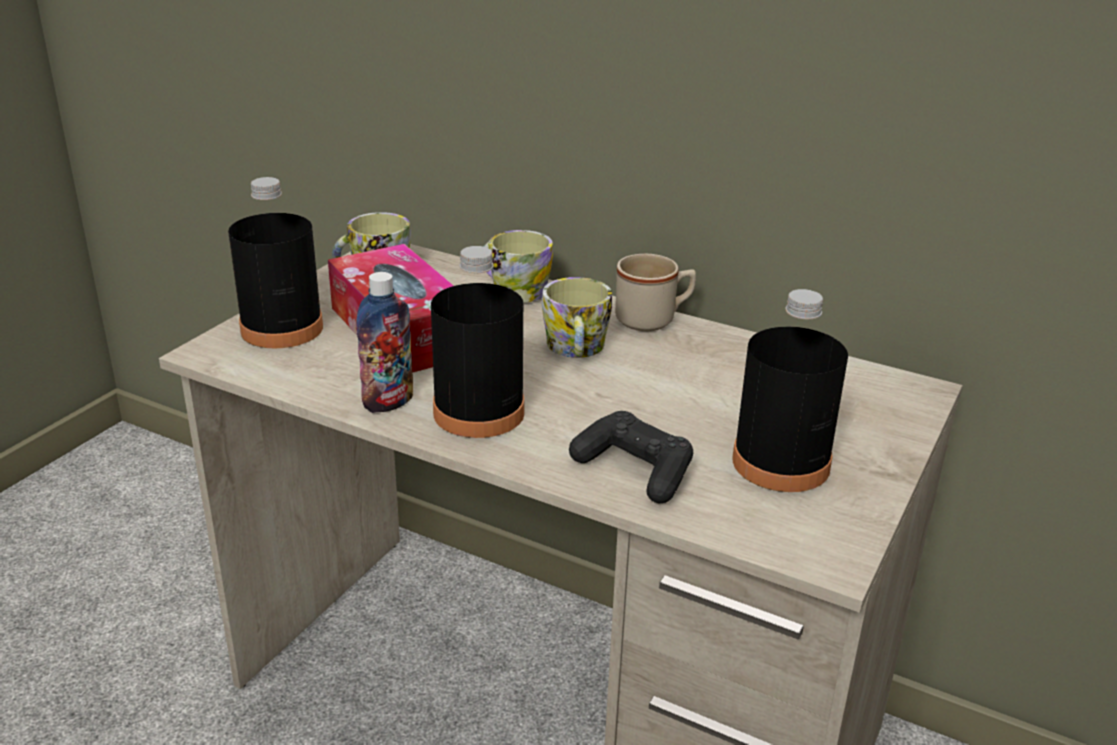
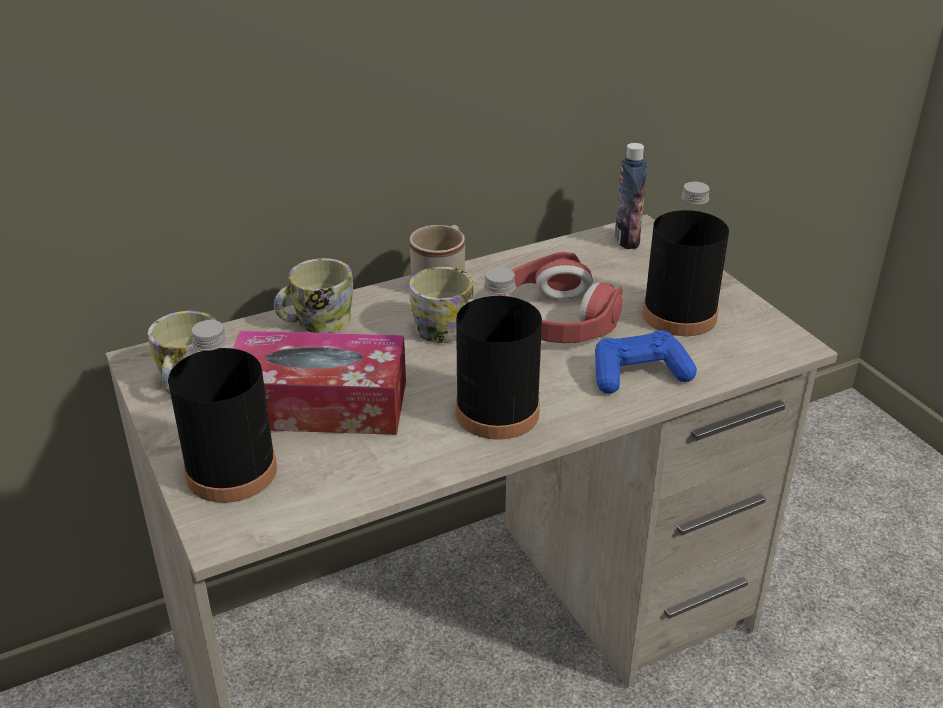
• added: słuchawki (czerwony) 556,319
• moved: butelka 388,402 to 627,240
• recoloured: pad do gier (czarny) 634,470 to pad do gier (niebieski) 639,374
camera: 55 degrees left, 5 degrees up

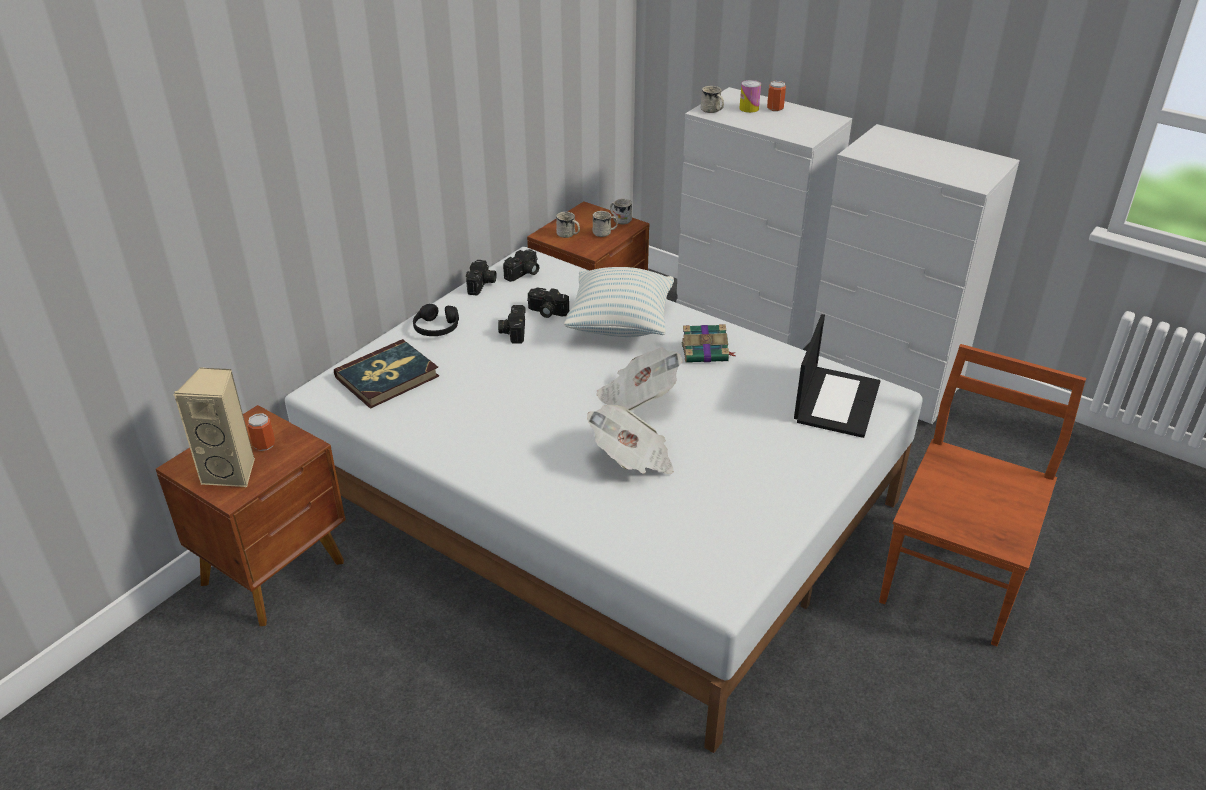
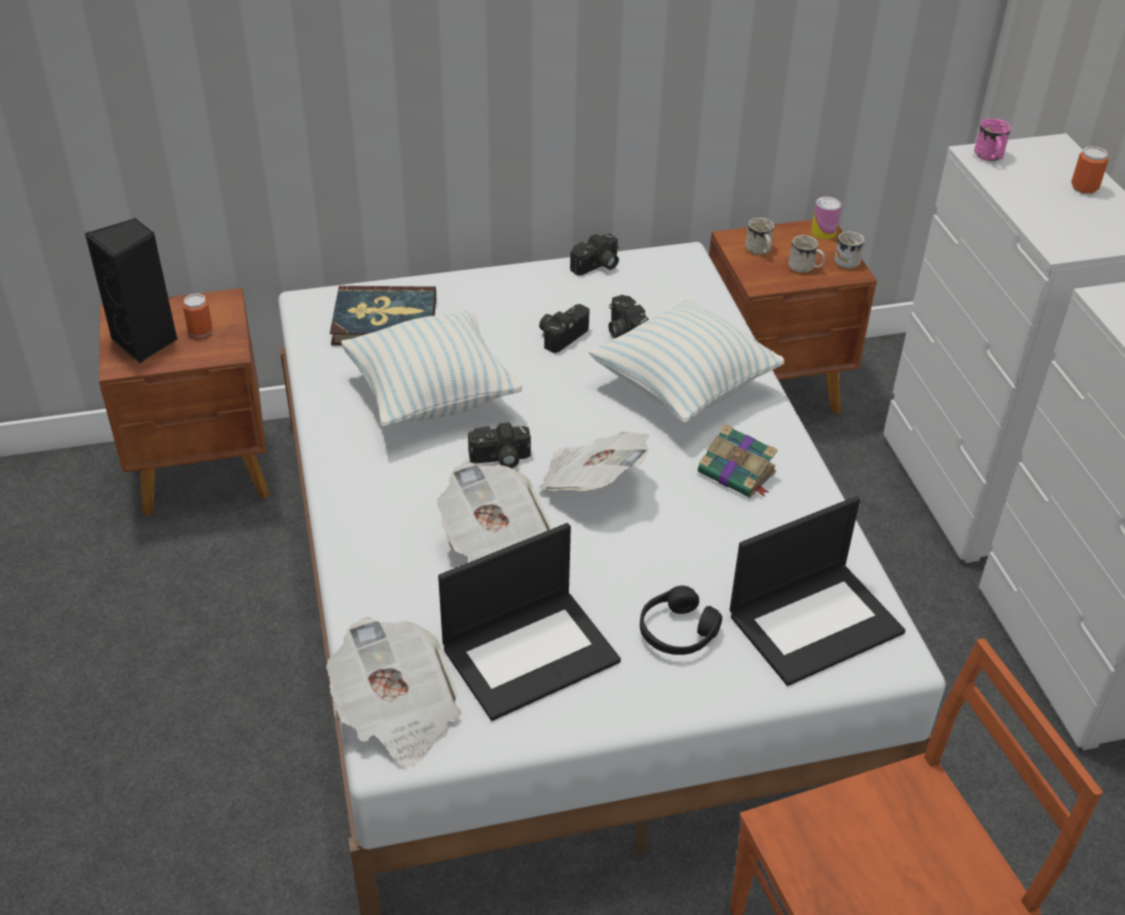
• added: gazeta 396,713
• added: poduszka 431,396
• added: laptop 531,652
• moved: słuchawki (czarny) 436,328 to 677,631
• moved: aparat fotograficzny 523,274 to 500,459
• moved: puszka 749,108 to 823,232
• recoloured: głośnik (beżowy) 232,472 to głośnik (czarny) 146,342
• recoloured: kubek (biały) 712,111 to kubek (różowy) 989,157
camera: 40 degrees right, 5 degrees up

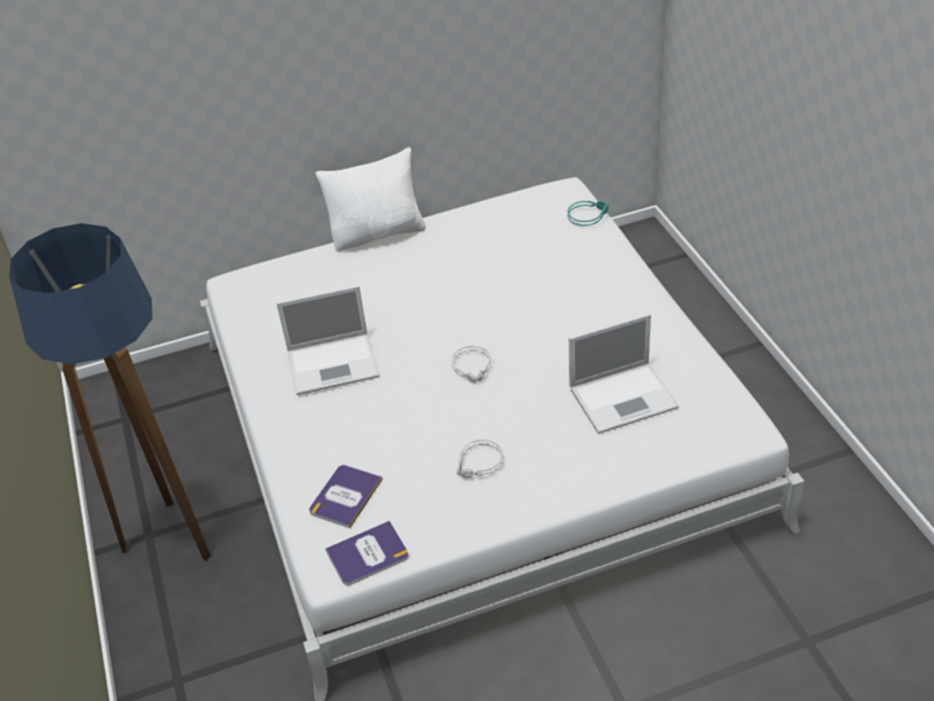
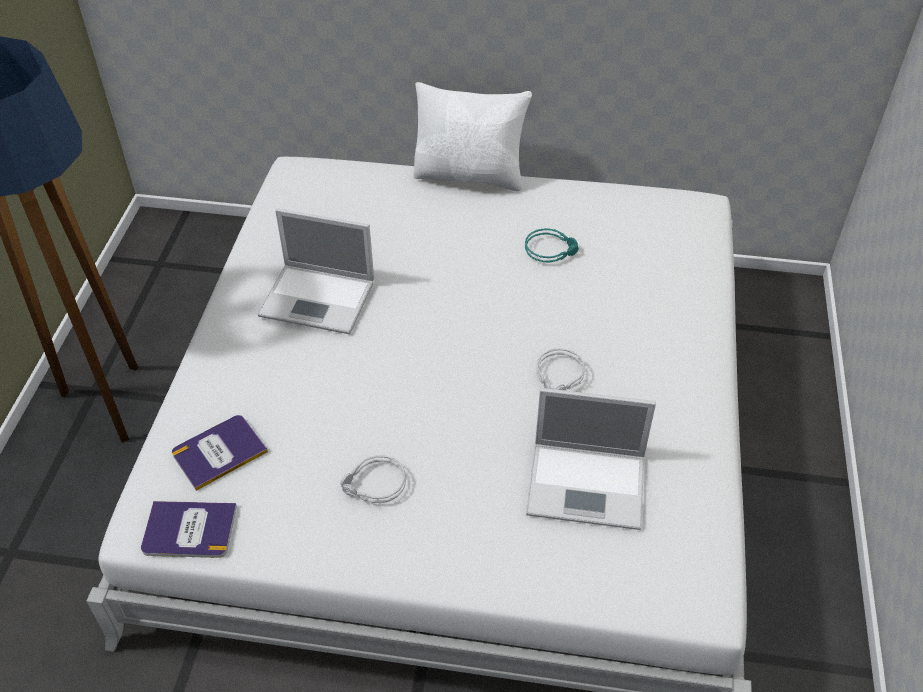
• moved: słuchawki (szary) 474,368 to 560,377
• moved: słuchawki (turkusowy) 587,215 to 551,249
camera: 25 degrees right, 5 degrees up

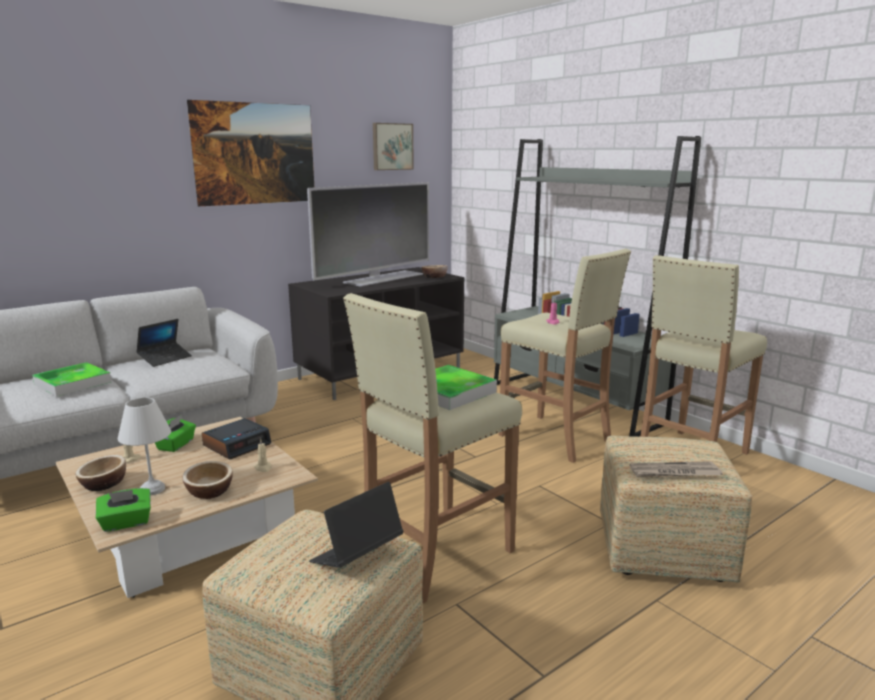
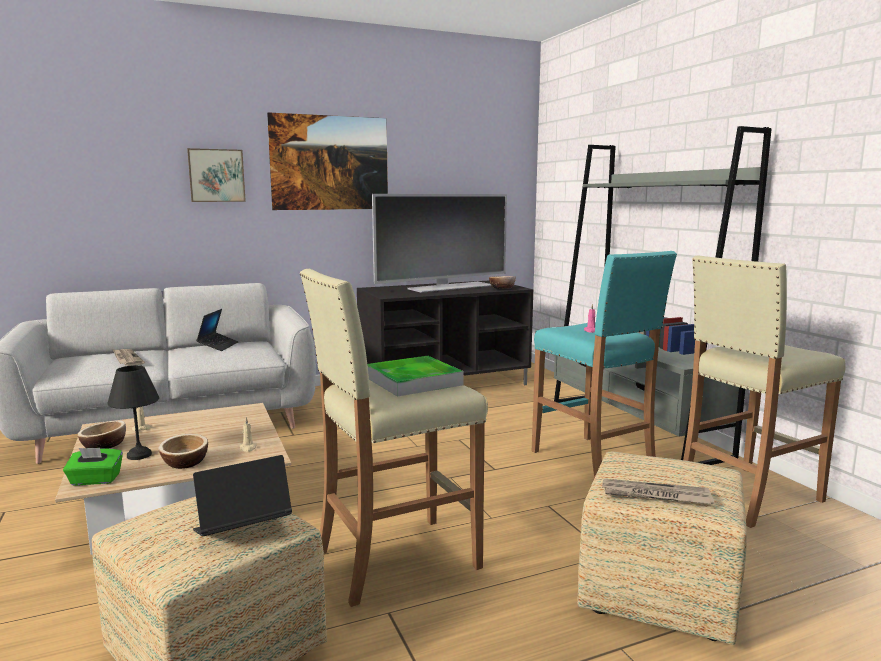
• removed: pudełko chusteczek (zielony) 176,445
• removed: budzik 237,445
• moved: obraz 392,146 to 216,175
• replaced: taca 73,383 to gazeta 126,359
• recoloured: lampa stołowa (biały) 152,490 to lampa stołowa (czarny) 139,455
• recoloured: stołek (beżowy) 555,438 to stołek (turkusowy) 593,461
• turned: laptop 165,359 = 218,346 45 degrees counterclockwise
camera: 15 degrees right, 5 degrees down

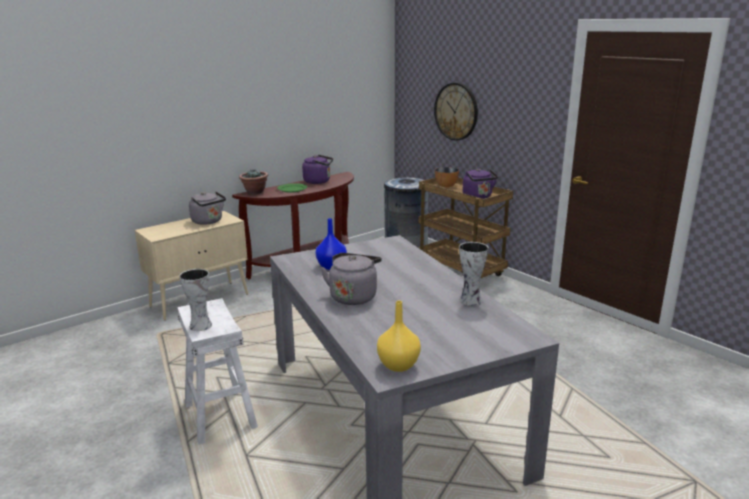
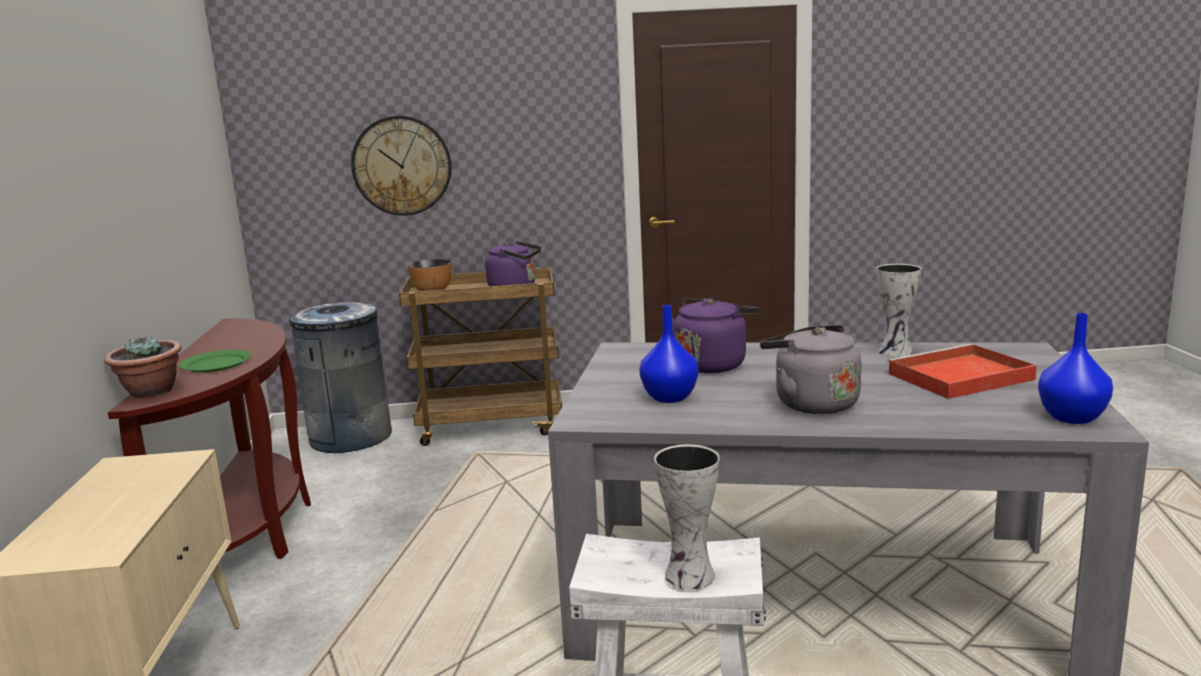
• removed: czajnik (szary) 208,221
• added: taca (czerwony) 958,377
• moved: czajnik (fioletowy) 319,181 to 712,364
• recoloured: wazon (żółty) 398,365 to wazon (niebieski) 1070,417
camera: 55 degrees left, 5 degrees down

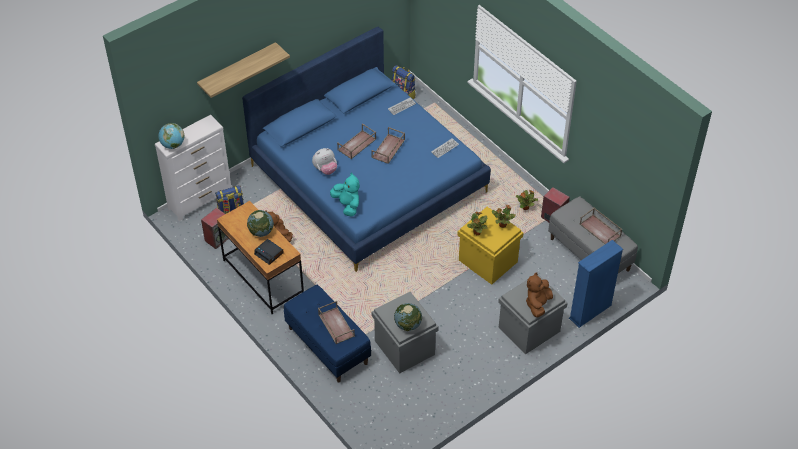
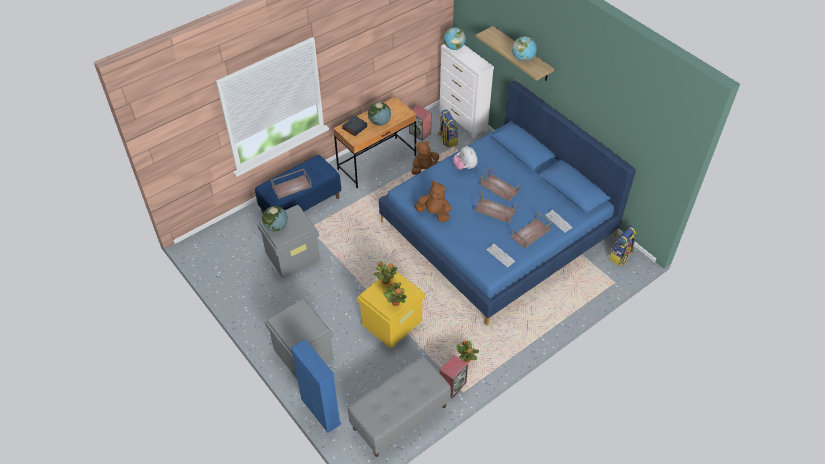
• removed: pluszak (turkusowy) 347,205
• added: globus 523,59
• moved: pluszak (brązowy) 537,304 to 434,213
• moved: taca (brązowy) 600,230 to 530,233
camera: 90 degrees right, 0 degrees up

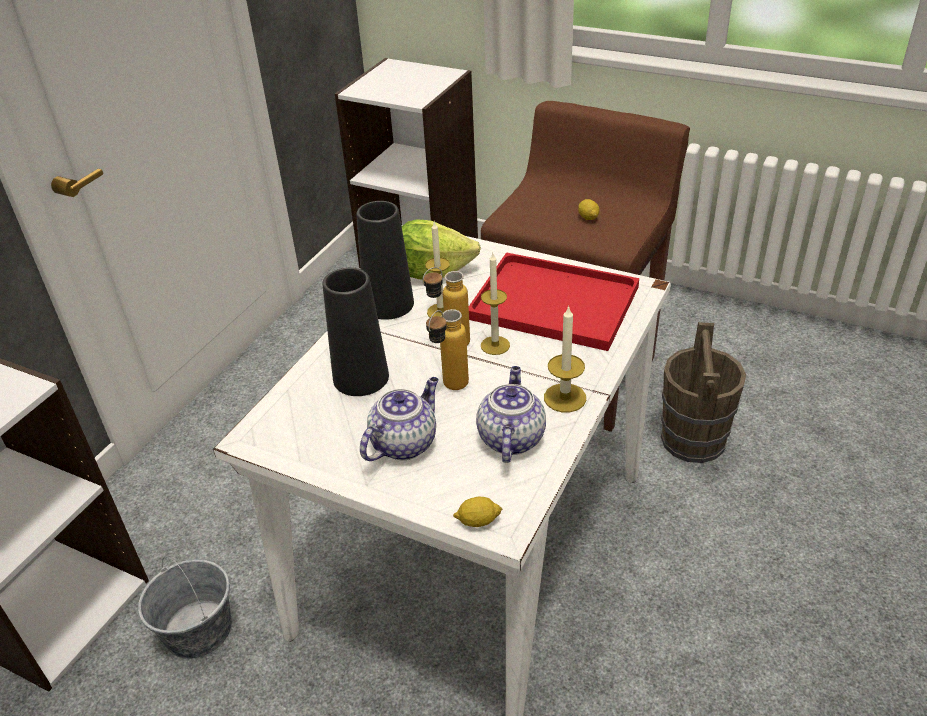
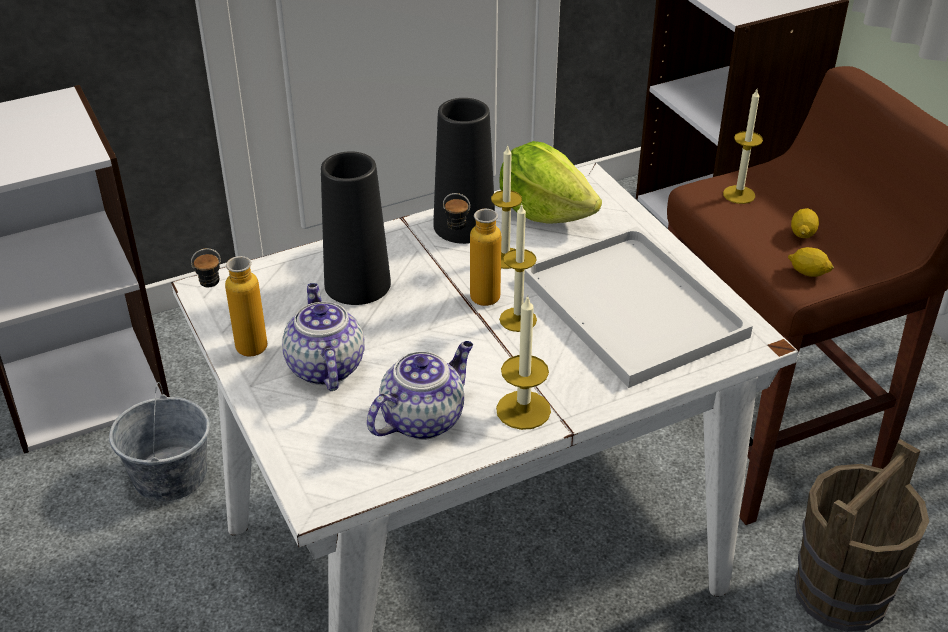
• added: świeca 739,194
• moved: butelka 449,389 to 238,350
• moved: cytryna 478,521 to 808,272
• recoloured: taca (czerwony) 557,302 to taca (biały) 636,308
• turned: imbryk 404,443 = 324,366 90 degrees counterclockwise
camera: 35 degrees right, 0 degrees up

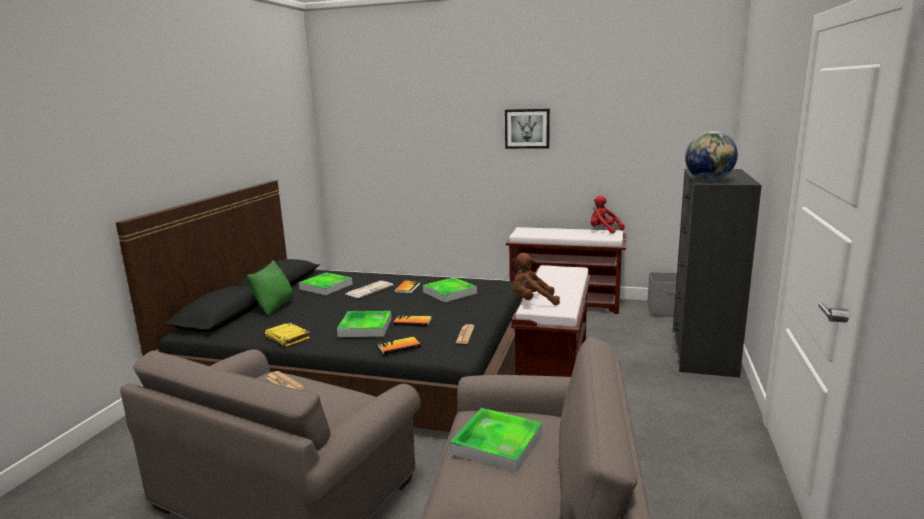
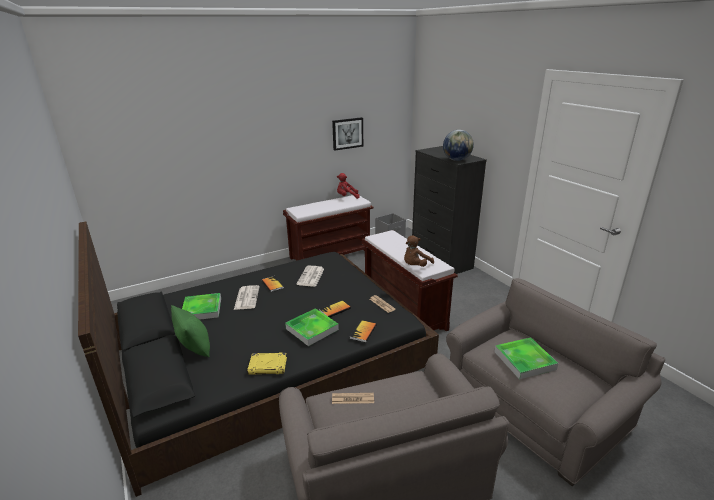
• moved: obraz 527,128 to 347,133
• replaced: taca 449,292 to gazeta 311,277
camera: 45 degrees left, 10 degrees up

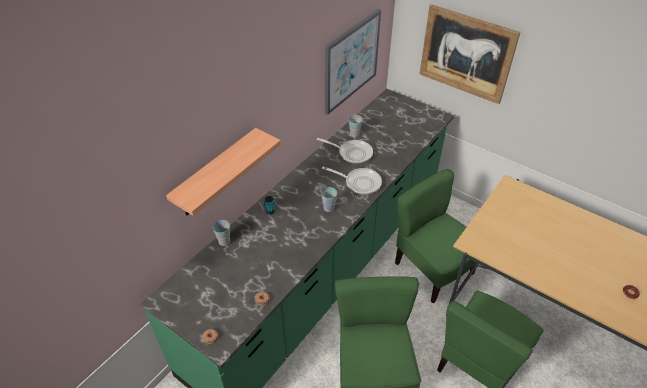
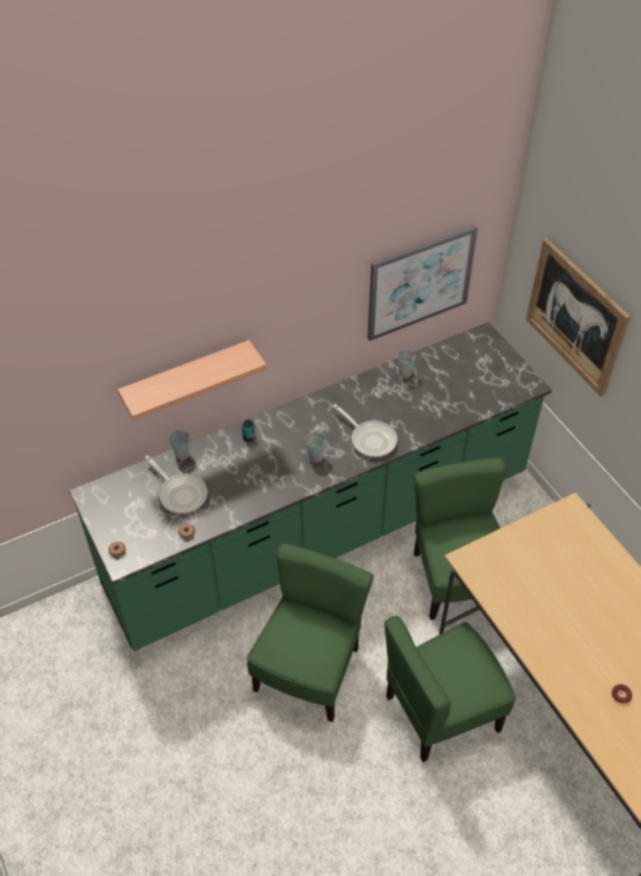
• moved: patelnia 352,153 to 180,493
camera: 25 degrees right, 5 degrees up

